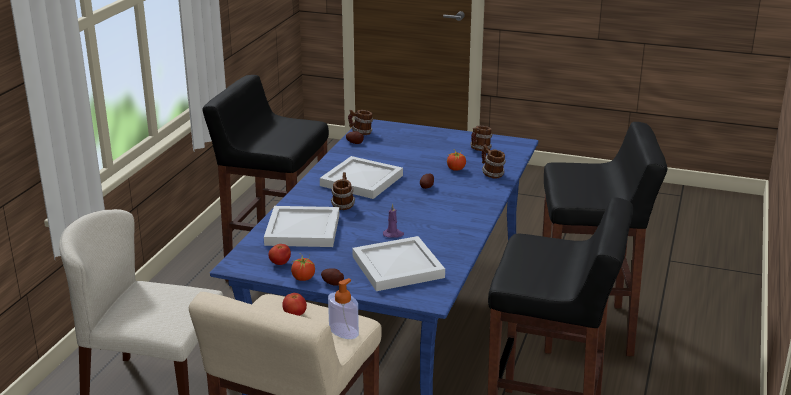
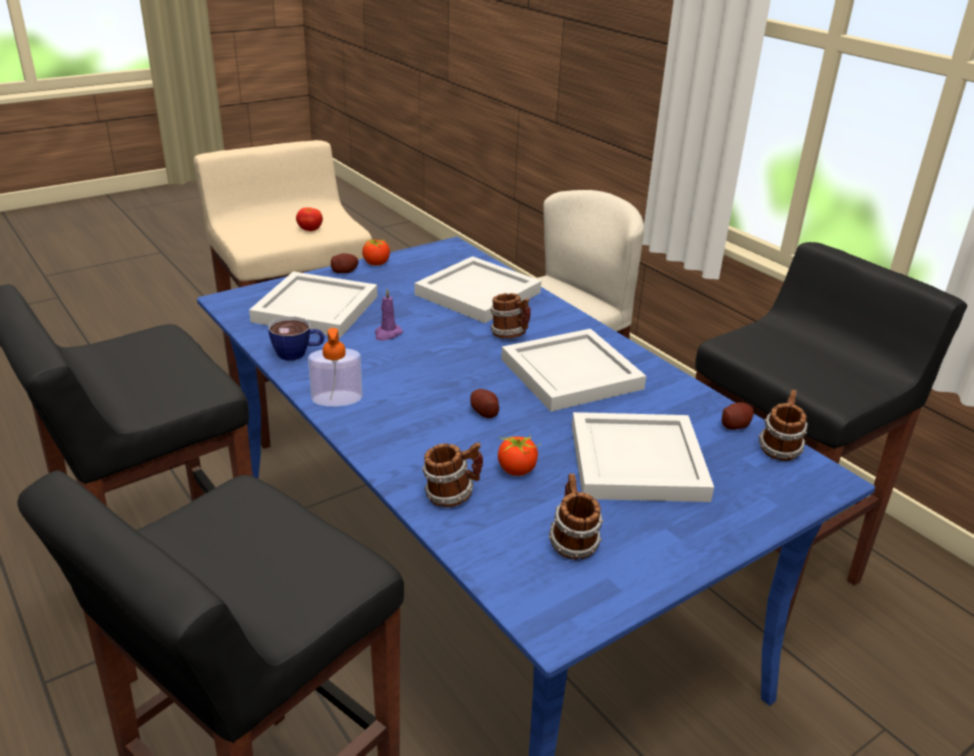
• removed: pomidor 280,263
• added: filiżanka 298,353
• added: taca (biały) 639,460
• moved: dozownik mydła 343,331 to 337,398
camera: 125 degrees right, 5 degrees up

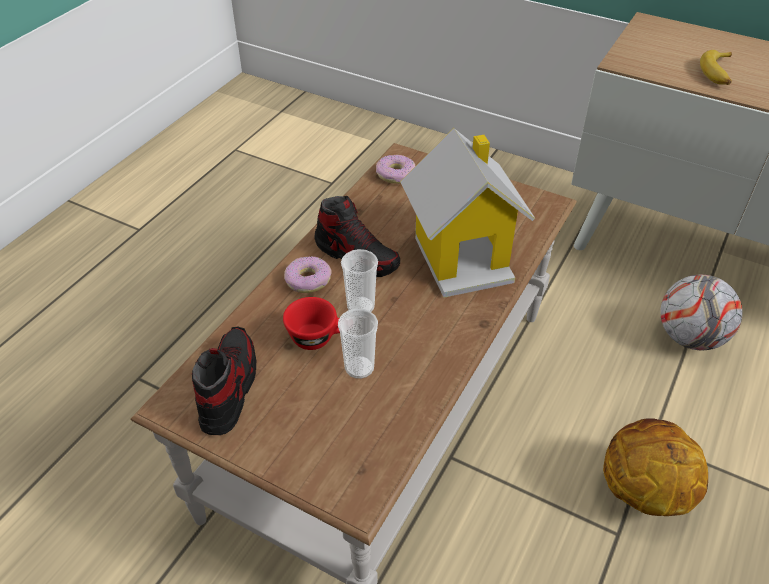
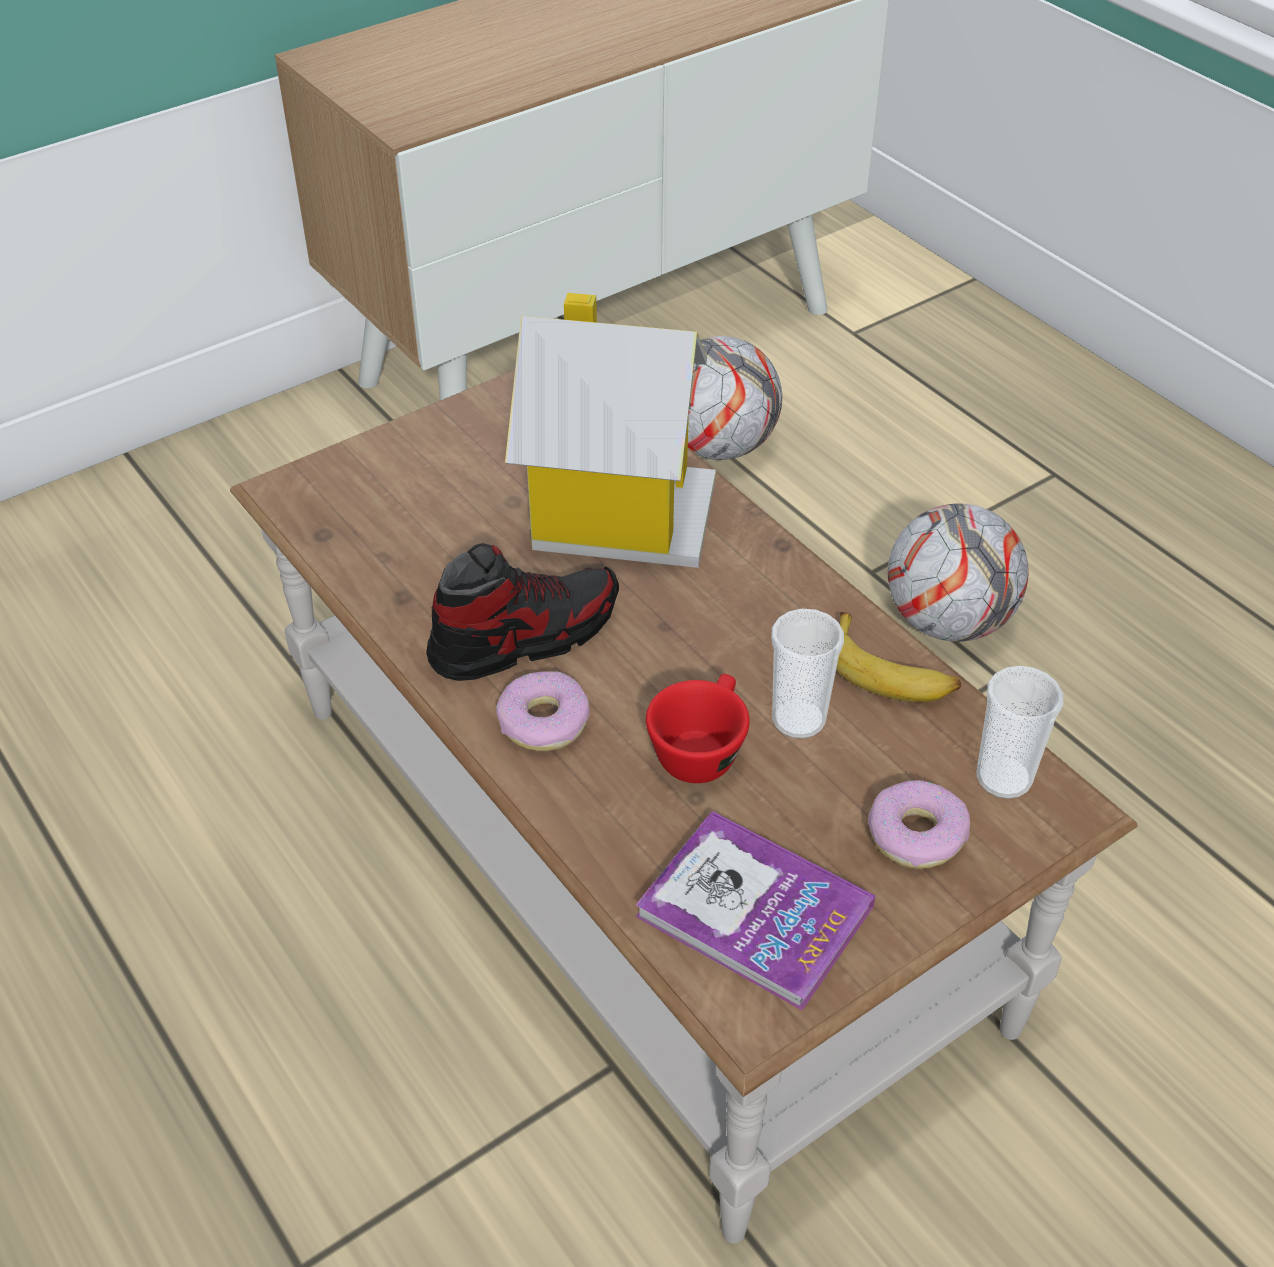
• moved: filiżanka 360,307 to 1003,778
• moved: donut 396,174 to 915,834
• moved: banan 718,73 to 890,672
• replaced: but 228,388 to książka 754,911
• replaced: piłka do koszykówki 642,492 to piłka futbolowa 947,622
camera: 65 degrees left, 0 degrees up

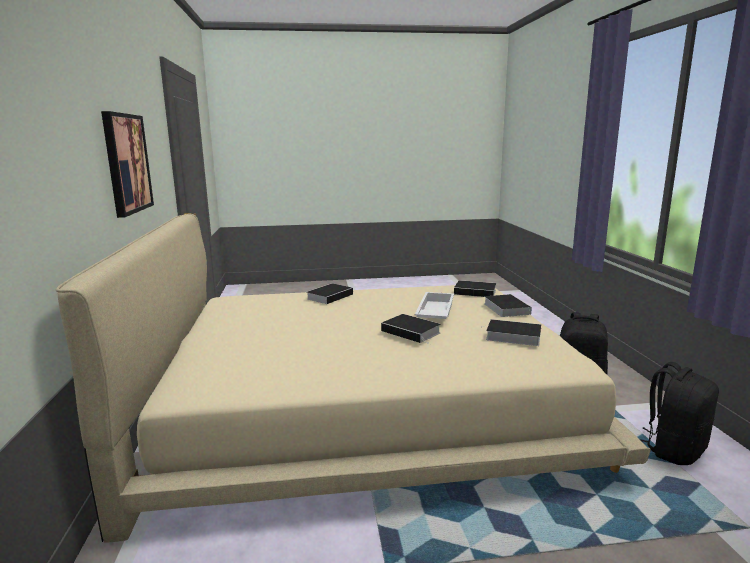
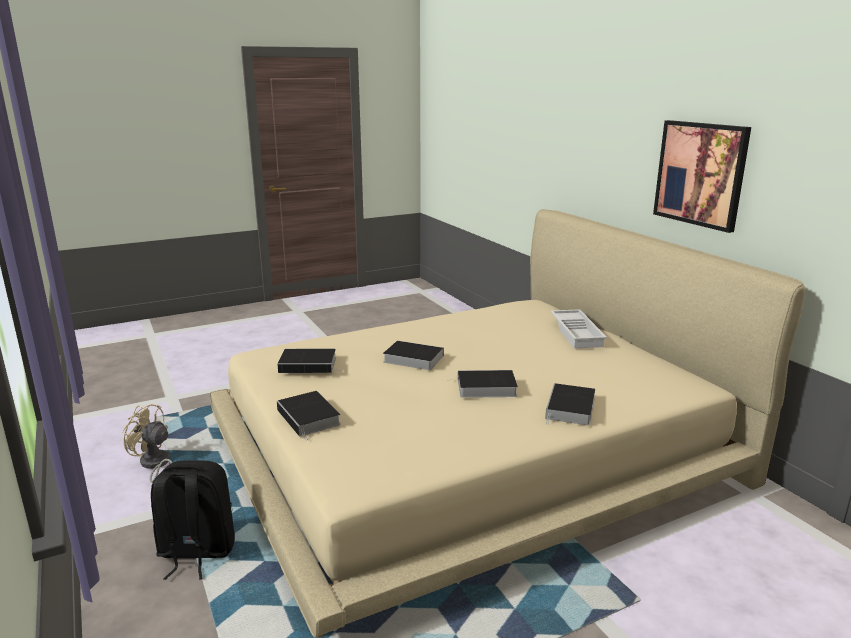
• moved: taca (biały) 434,312 to 577,333
• moved: książka 476,292 to 484,388
• replaced: plecak (czarny) 673,449 to wentylator (beżowy) 155,465
camera: 160 degrees right, 5 degrees up

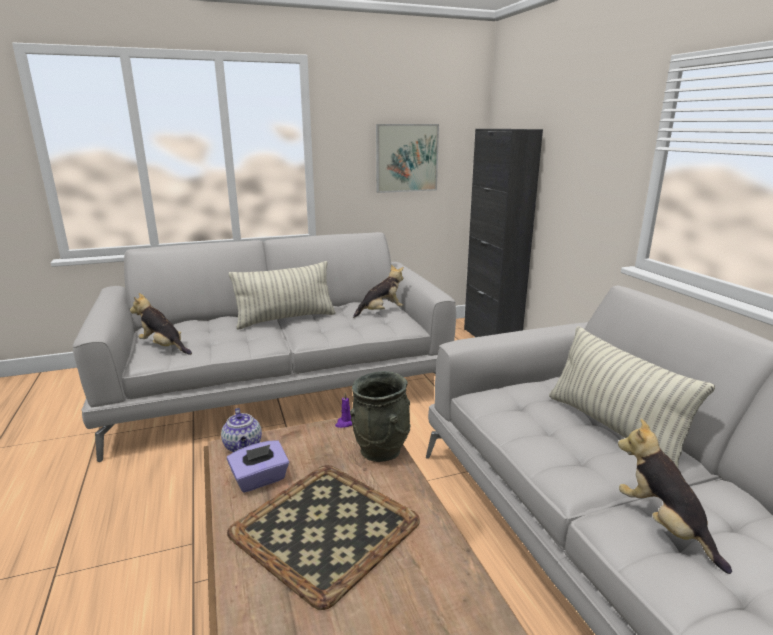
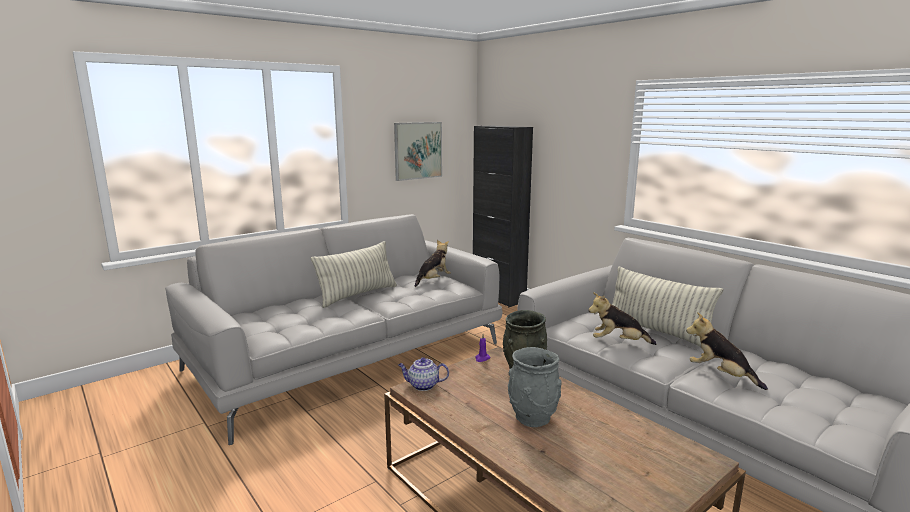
• removed: pudełko chusteczek (fioletowy) 260,479
• moved: pluszak 164,347 to 618,342
• replaced: taca 327,528 to wazon (szary) 533,417
• turned: imbryk 243,447 = 423,385 135 degrees clockwise
camera: 20 degrees left, 5 degrees down

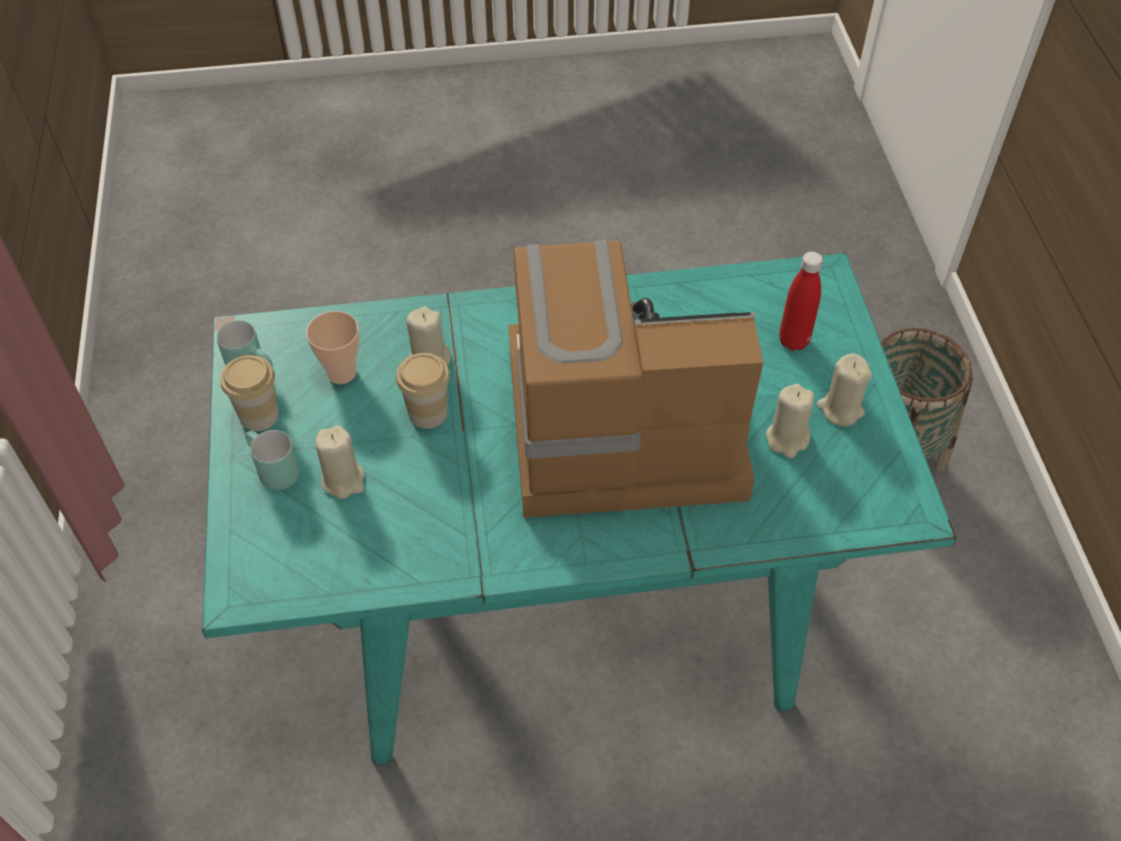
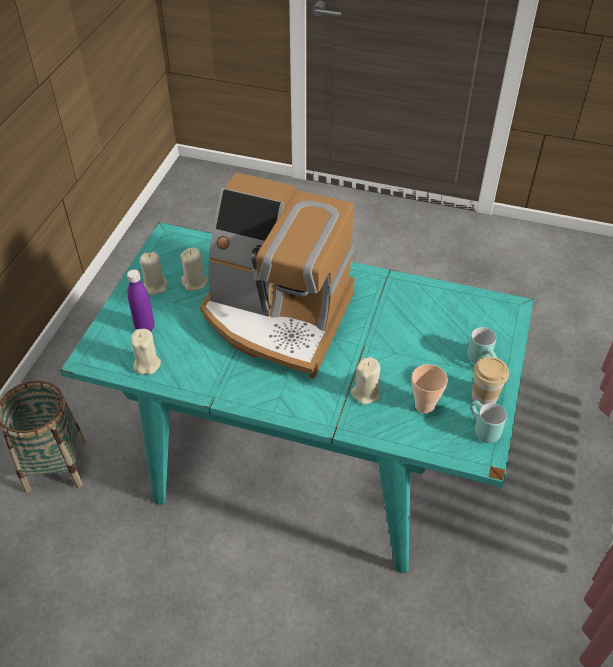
• removed: filiżanka 428,413
• moved: świeca (beżowy) 343,480 to 147,364
• recoloured: butelka (czerwony) 793,341 to butelka (fioletowy) 145,327
camera: 155 degrees left, 5 degrees down

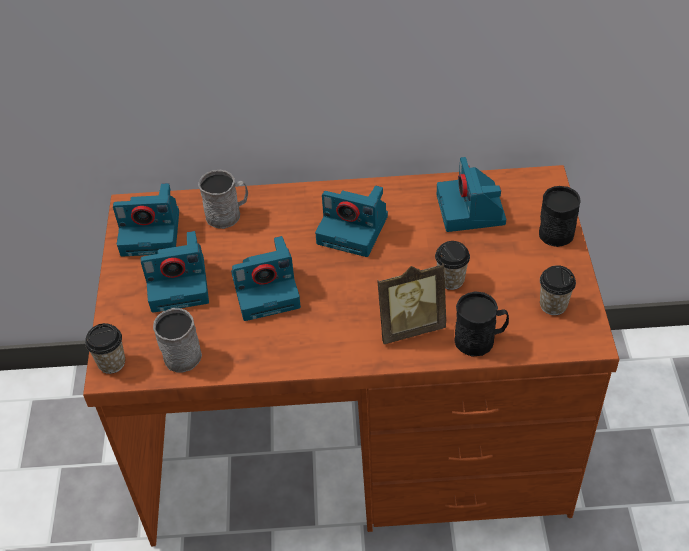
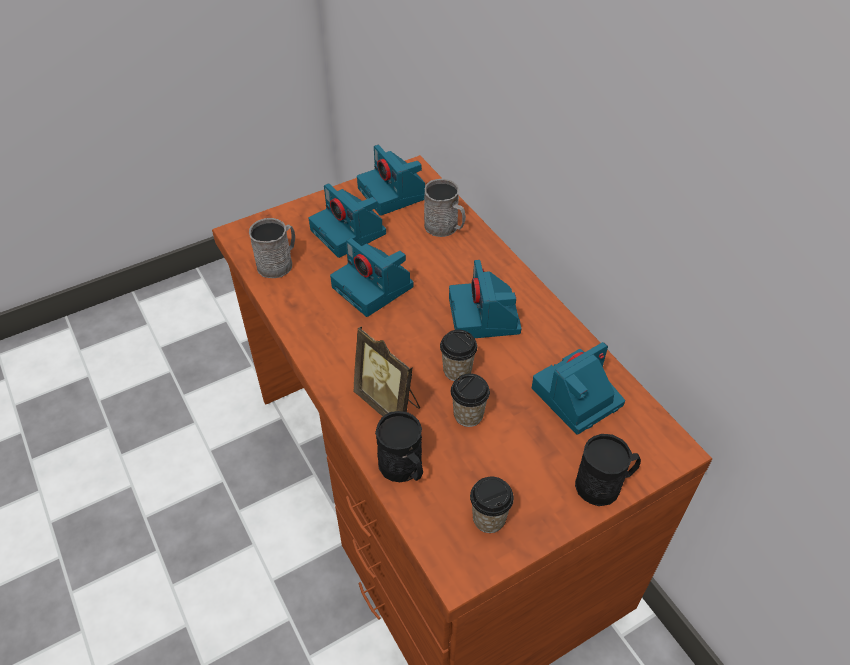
• moved: filiżanka 111,363 to 457,371
camera: 60 degrees right, 0 degrees up

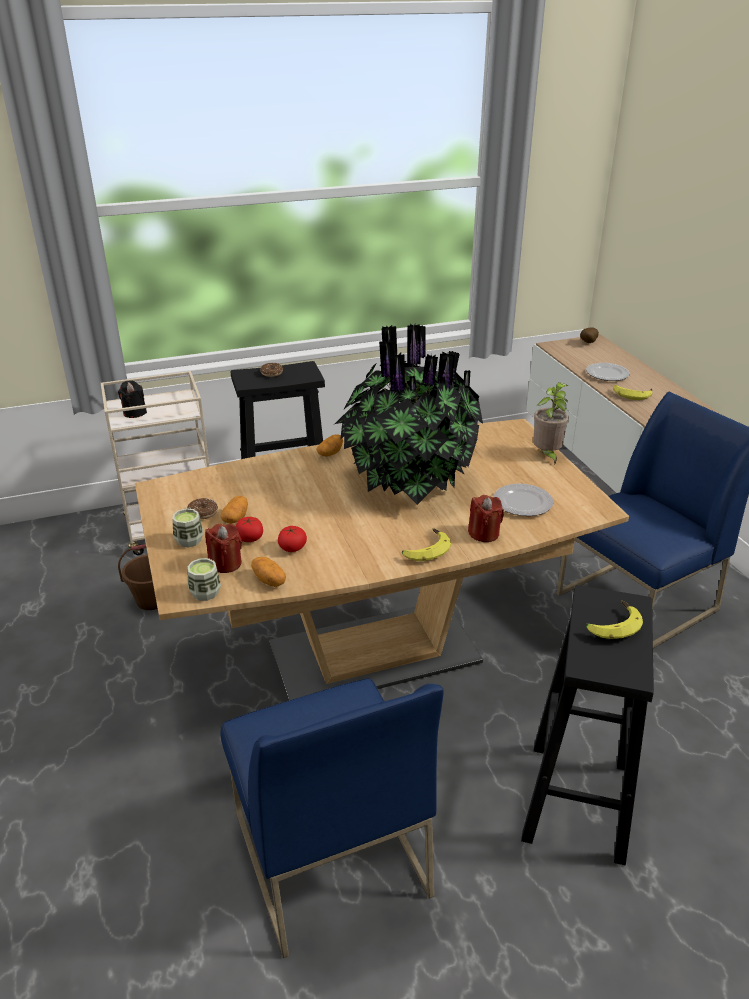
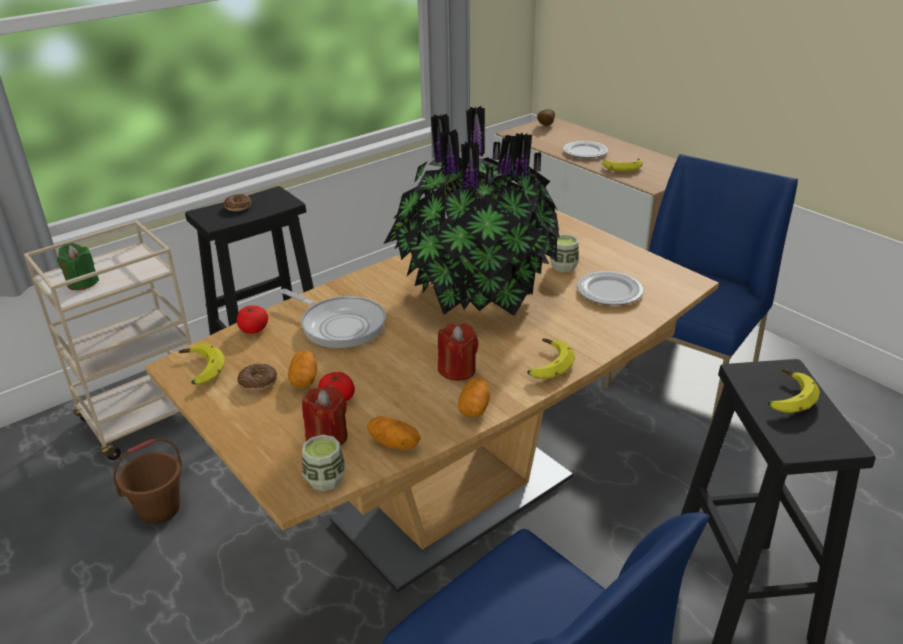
• removed: roślina doniczkowa 547,456
• added: banan 199,371
• added: patelnia 339,325
• moved: filiżanka 189,540 to 563,266
• moved: pomidor 292,547 to 253,329
• moved: ziemniak 330,453 to 474,408
• moved: świeca (czerwony) 484,533 to 457,370
• recoloured: świeca (czarny) 134,413 to świeca (zielony) 82,283
camera: 20 degrees left, 0 degrees up

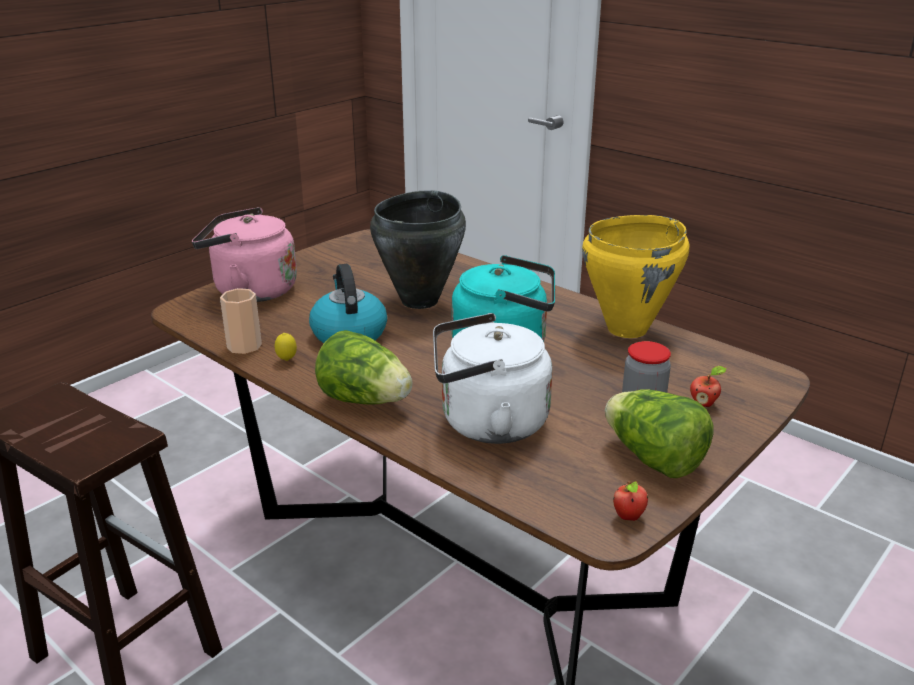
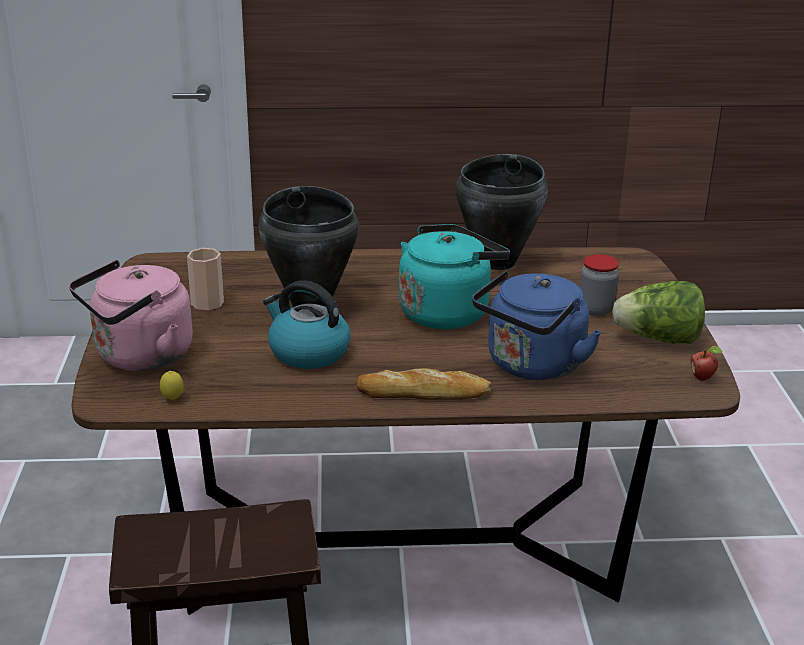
• removed: jabłko 704,403
• moved: filiżanka 244,346 to 207,303
• moved: cytryna 287,360 to 173,400
• replaced: sałata 365,400 to chleb 424,393
• recoloured: czajnik (biały) 487,423 to czajnik (niebieski) 532,366
• recoloured: garnek (żółty) 628,329 to garnek (czarny) 498,262
camera: 45 degrees left, 0 degrees up

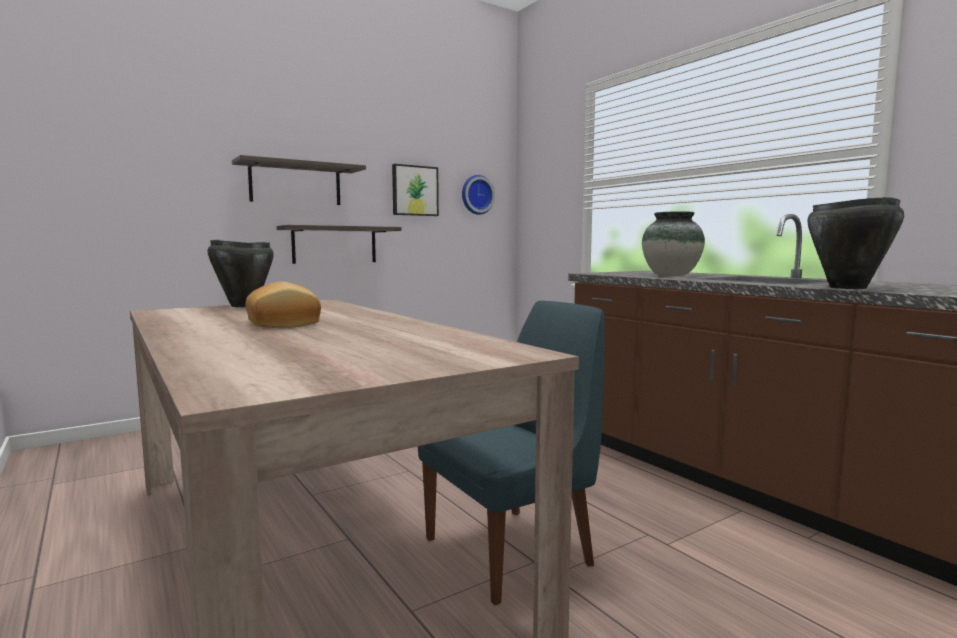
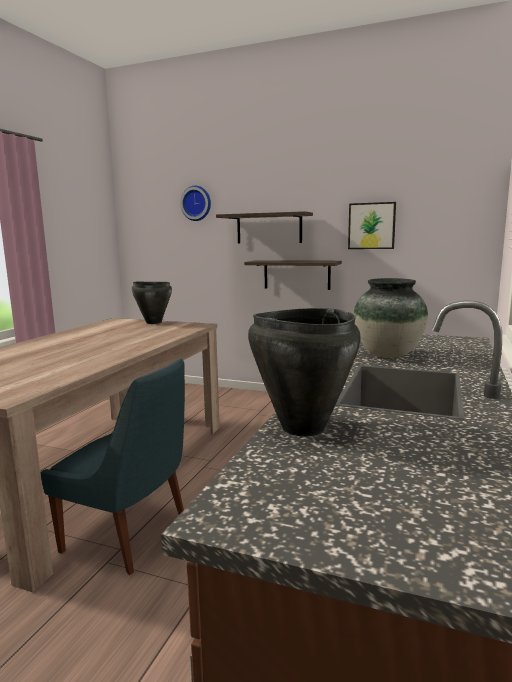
• removed: chleb 285,323
• moved: zegar ścienny 476,195 to 196,203
camera: 55 degrees right, 5 degrees up

